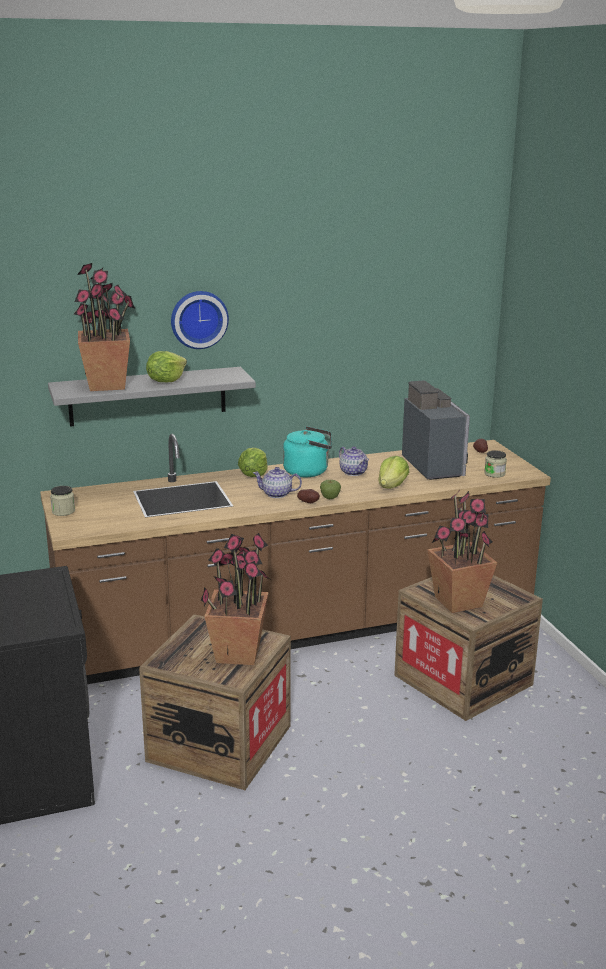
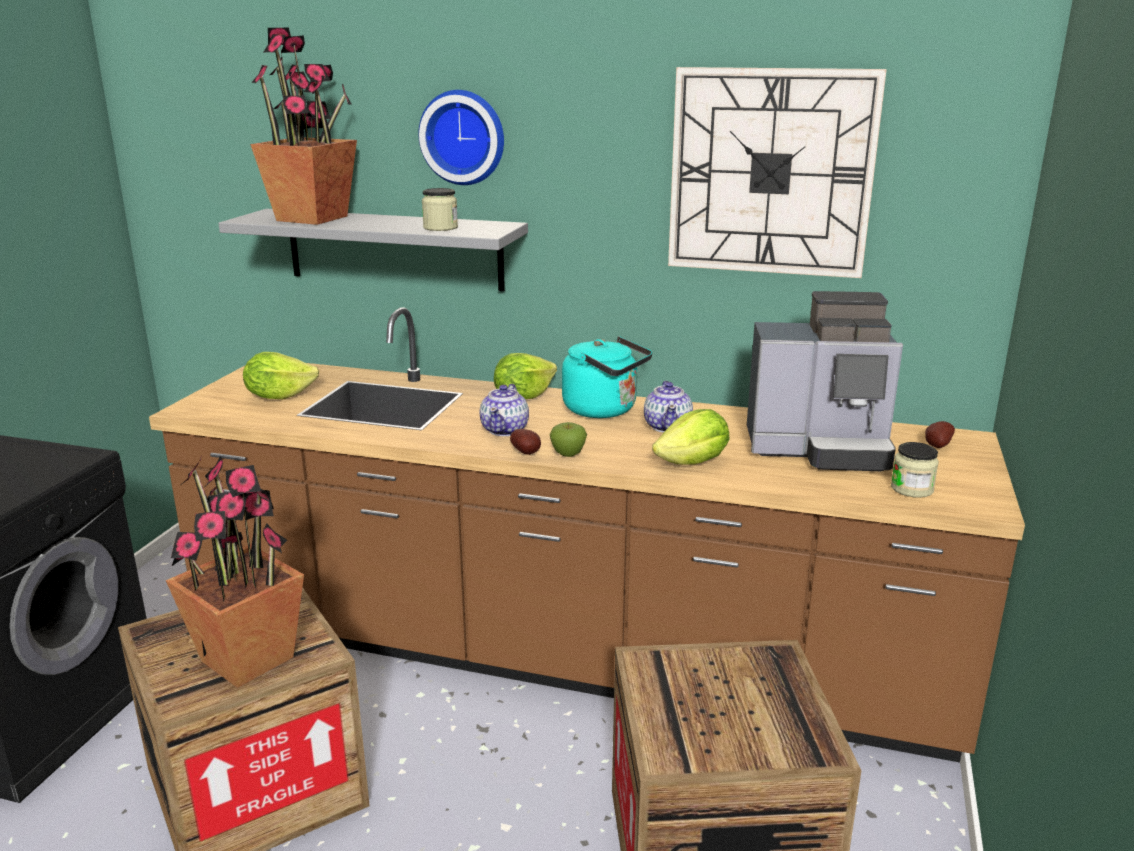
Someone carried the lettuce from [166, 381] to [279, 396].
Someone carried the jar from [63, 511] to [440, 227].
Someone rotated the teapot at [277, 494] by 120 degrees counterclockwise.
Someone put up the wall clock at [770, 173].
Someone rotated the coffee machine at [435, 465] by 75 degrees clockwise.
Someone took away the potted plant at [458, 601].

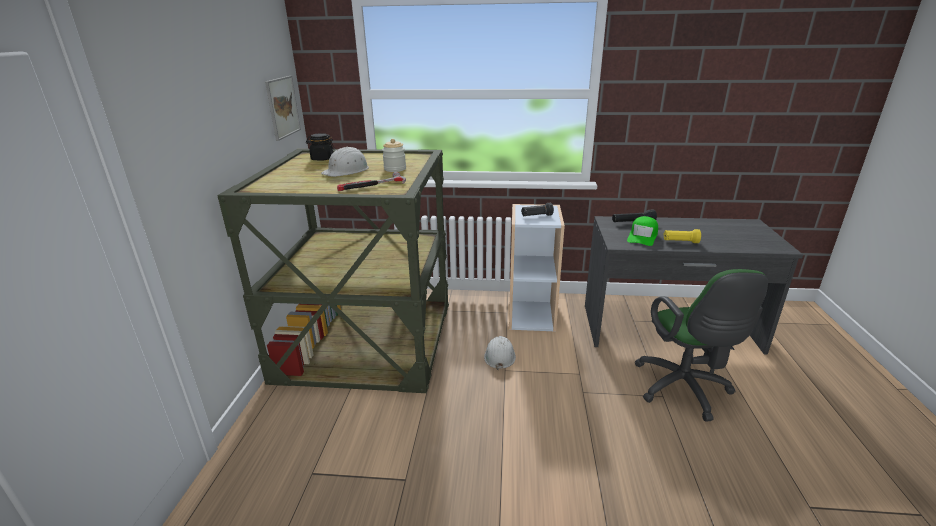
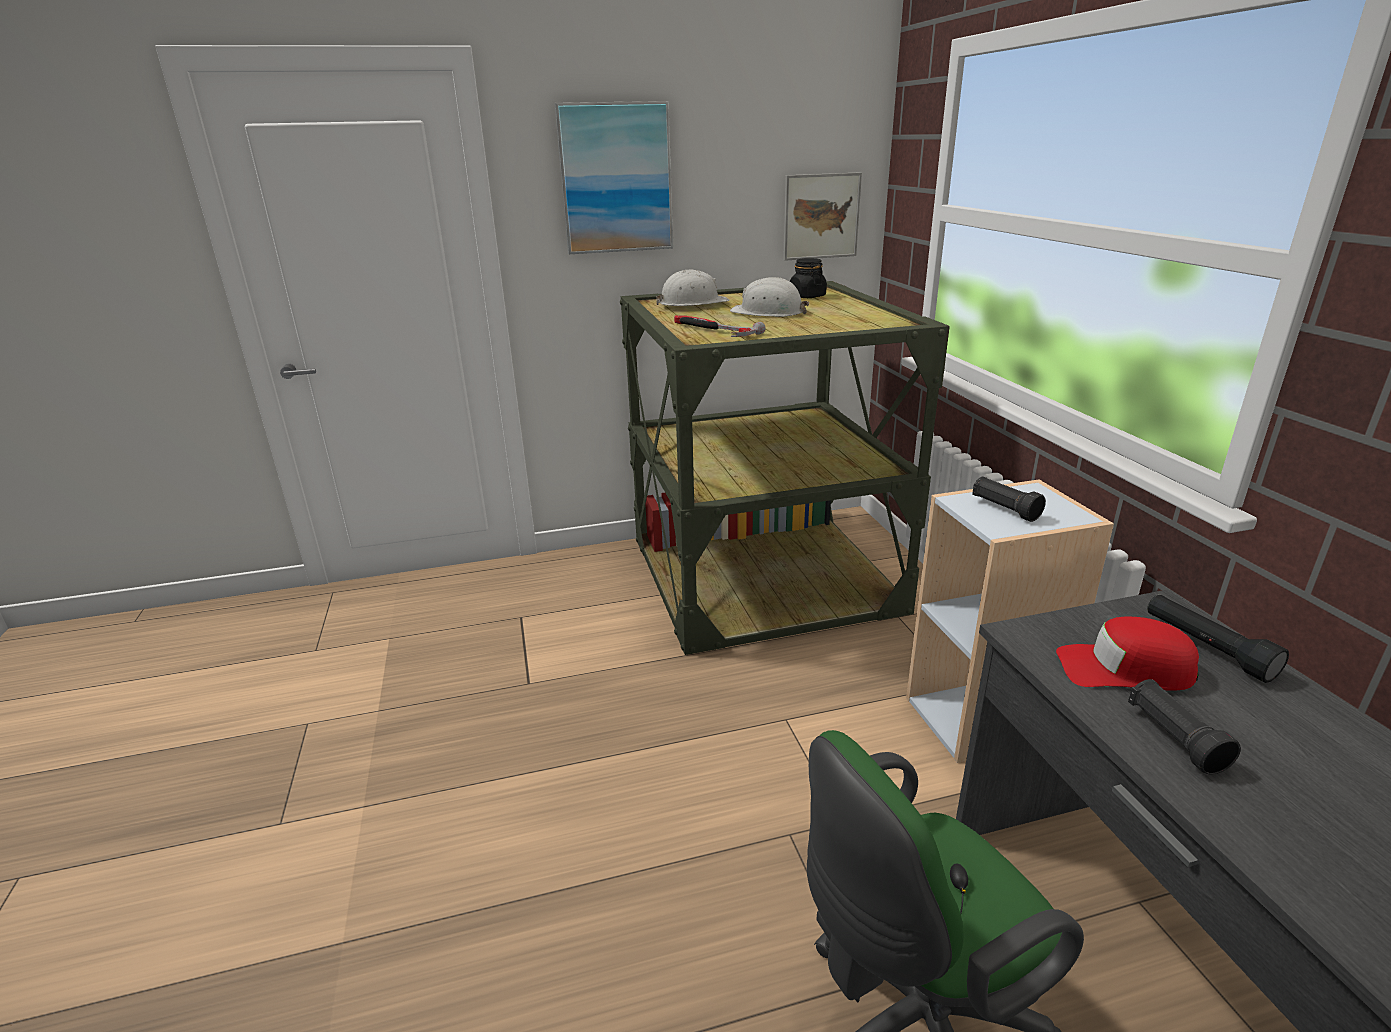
Someone put up the picture at [616, 179].
Someone carried the white hard hat from [499, 356] to [692, 303].
Someone repainted the green cap at [642, 236], which became the red cap at [1124, 669].
Someone repainted the yellow flashlight at [680, 242], which became the black flashlight at [1173, 738].
Someone took away the jar at [395, 169].

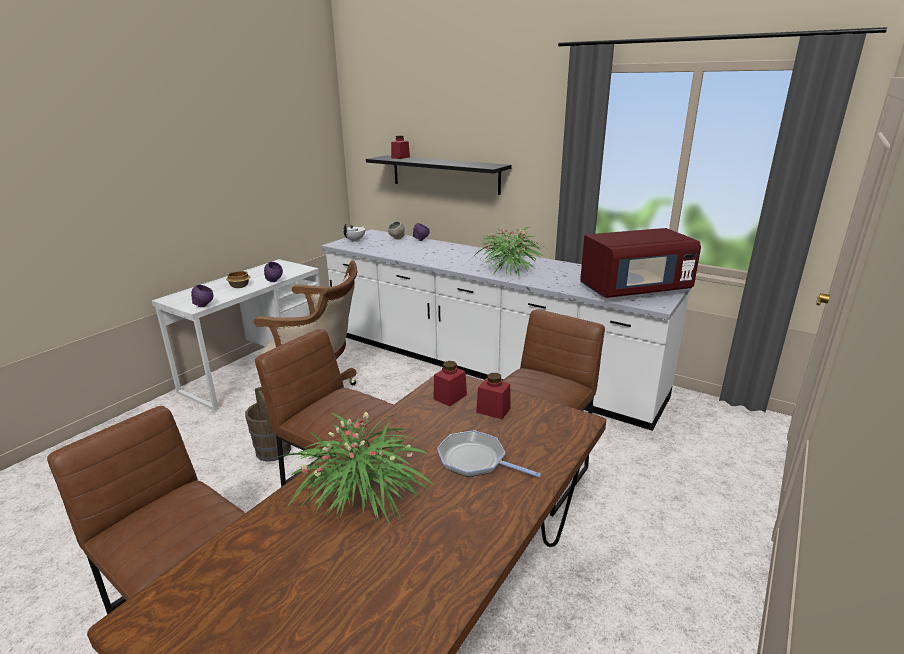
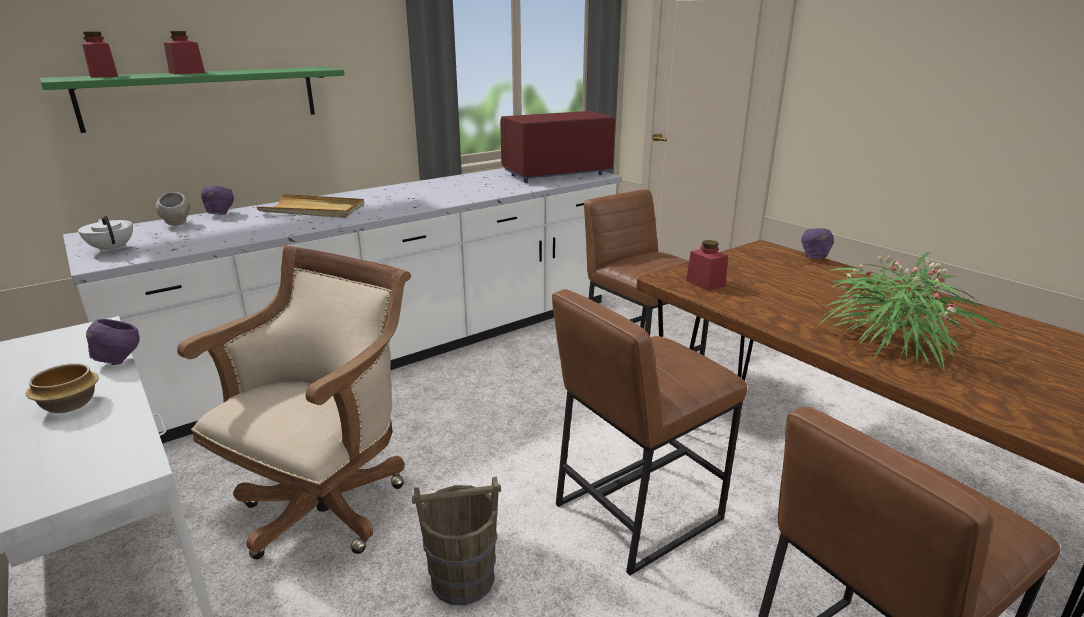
Someone repainted the black shelf at [445, 174], which became the green shelf at [203, 97].
Someone carried the red jar from [493, 410] to [187, 73].
Someone put down the beige tray at [313, 210].
Someone rotated the red microwave at [634, 290] by 120 degrees counterclockwise.
Someone carried the purple bowl from [204, 306] to [814, 258].
Someone took away the frying pan at [475, 460].
Someone took away the potted plant at [509, 269].

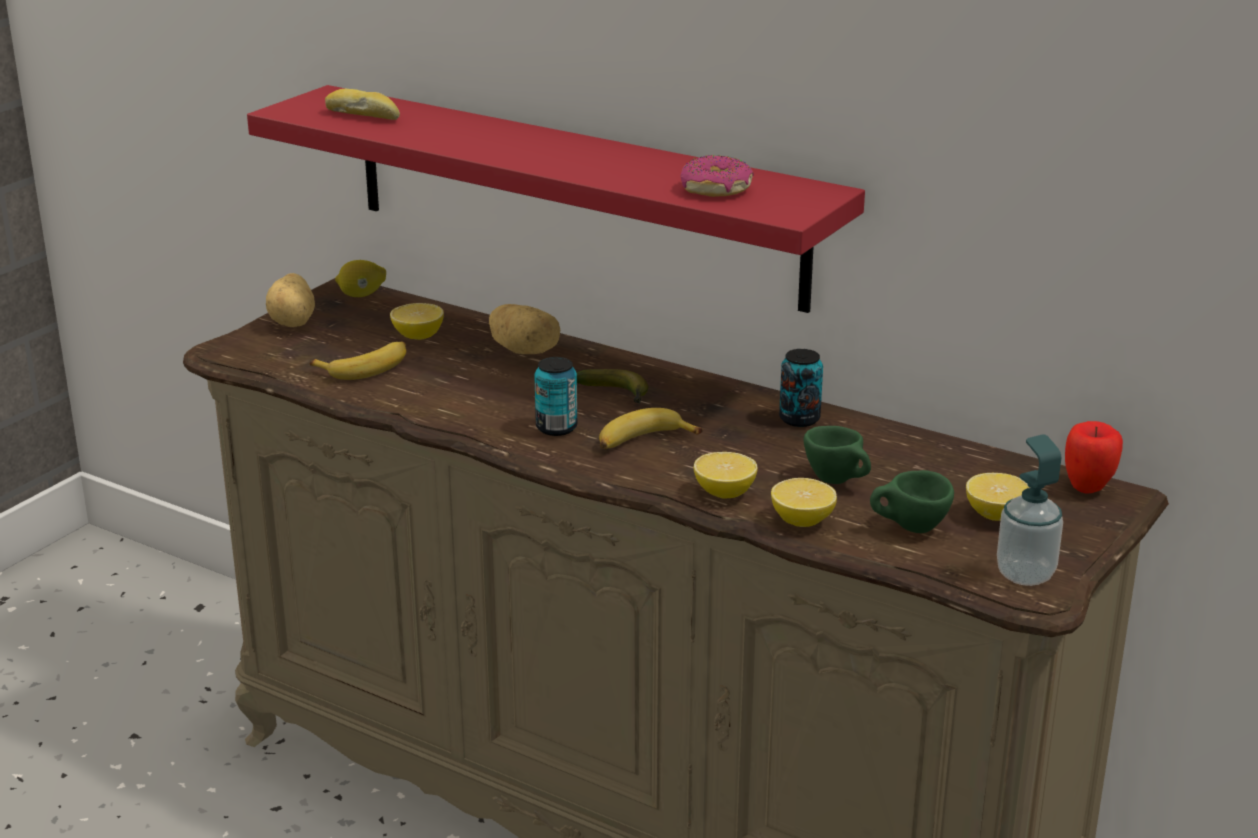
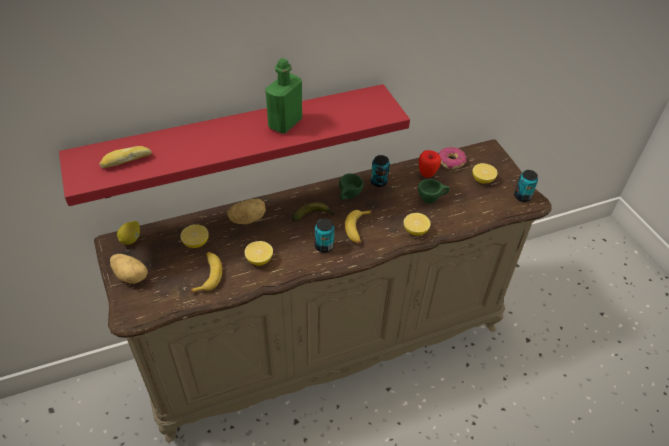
Someone carried the lemon from [802, 520] to [259, 260].
Someone put down the green bottle at [285, 123].
Someone carried the green cup from [909, 529] to [349, 197].
Someone carried the apple from [1088, 488] to [427, 174].
Someone carried the donut from [716, 189] to [451, 162].
Someone swapped the soap dispenser at [1025, 574] for the can at [522, 196].

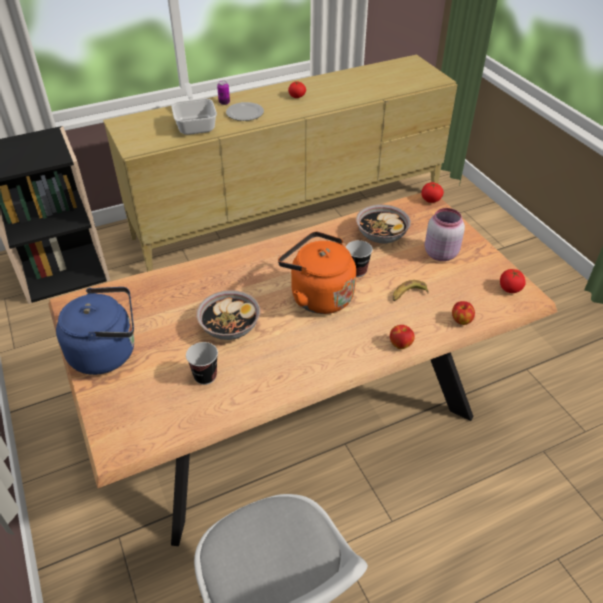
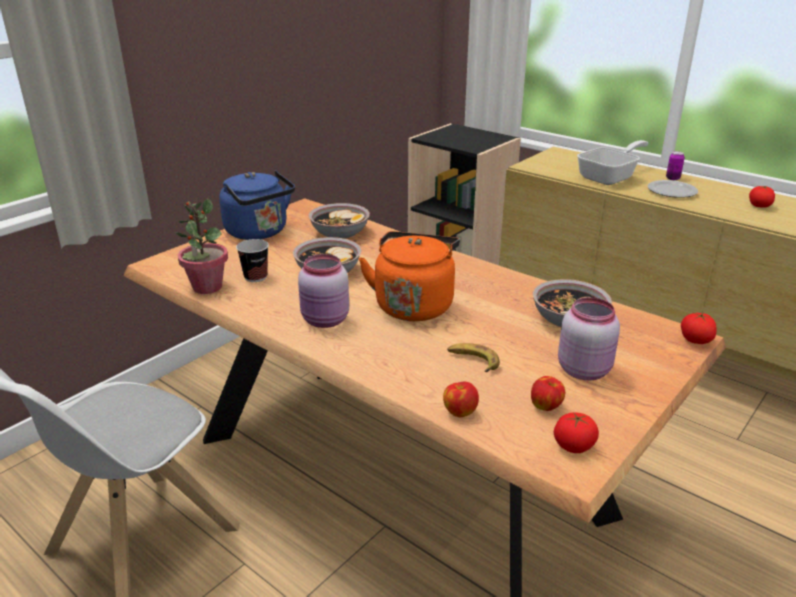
Someone put down the potted plant at [207, 287].
Someone put down the pink jar at [326, 321].
Someone put down the bowl at [339, 233].
Someone carried the apple from [400, 344] to [546, 406].
Someone took away the cup at [357, 271].

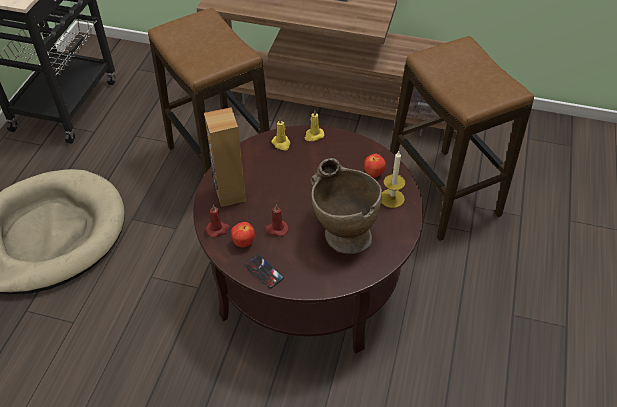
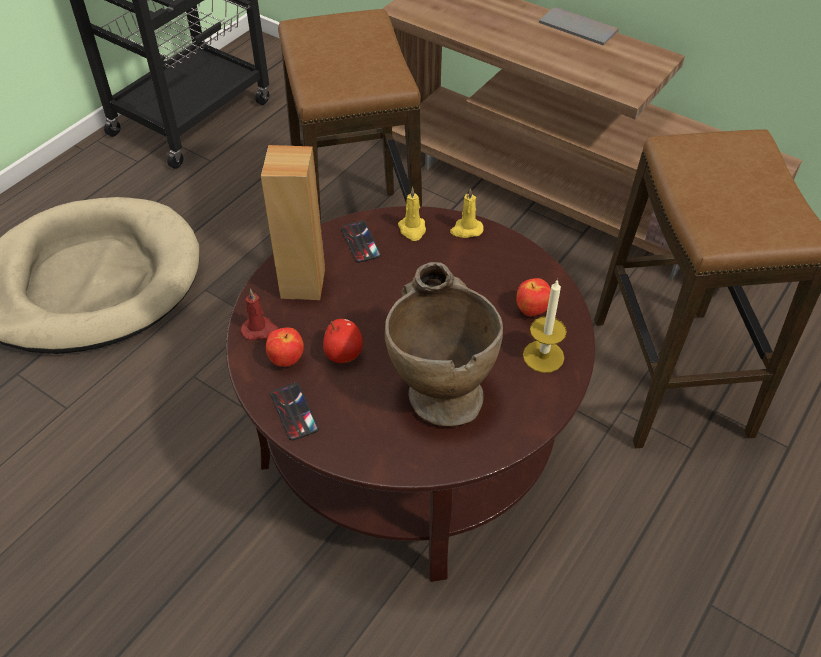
Someone swapped the red candle at [276, 229] for the apple at [343, 354].
Someone put down the phone at [360, 242].

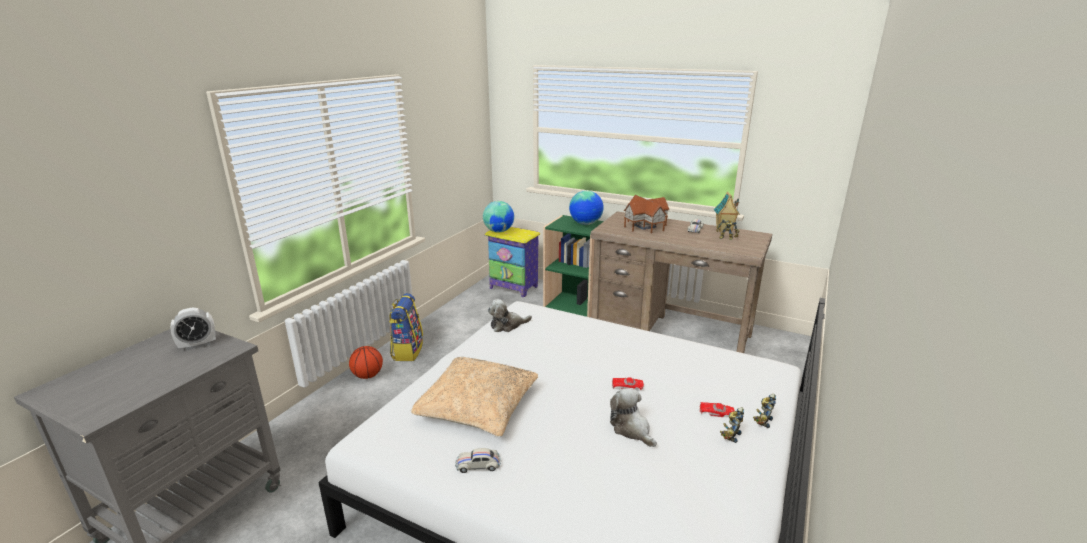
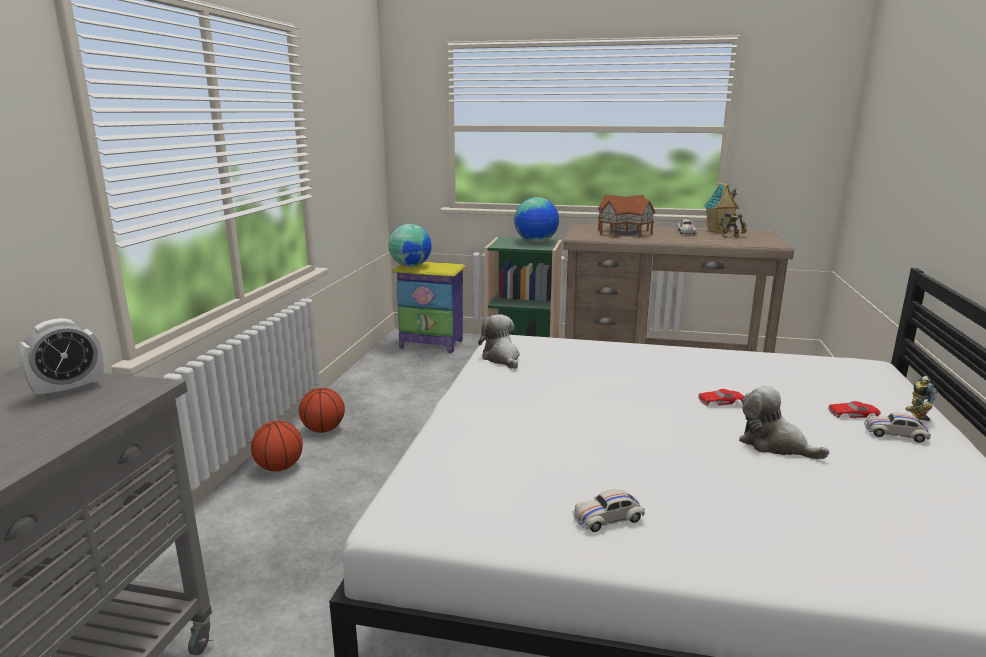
Someone swapped the backpack at [407, 351] for the basketball at [323, 430].
Someone rotated the plush toy at [507, 325] by 105 degrees clockwise.
Someone swapped the toy robot at [731, 435] for the white toy car at [895, 434].
Someone took away the beige pillow at [477, 406].

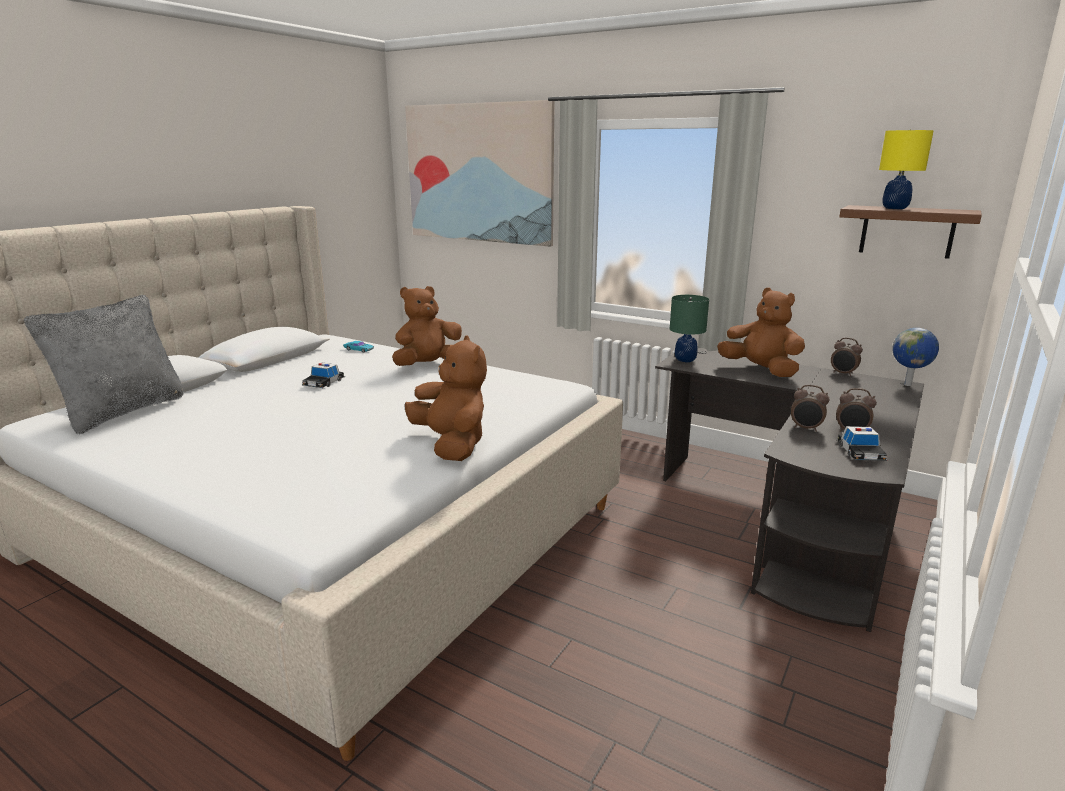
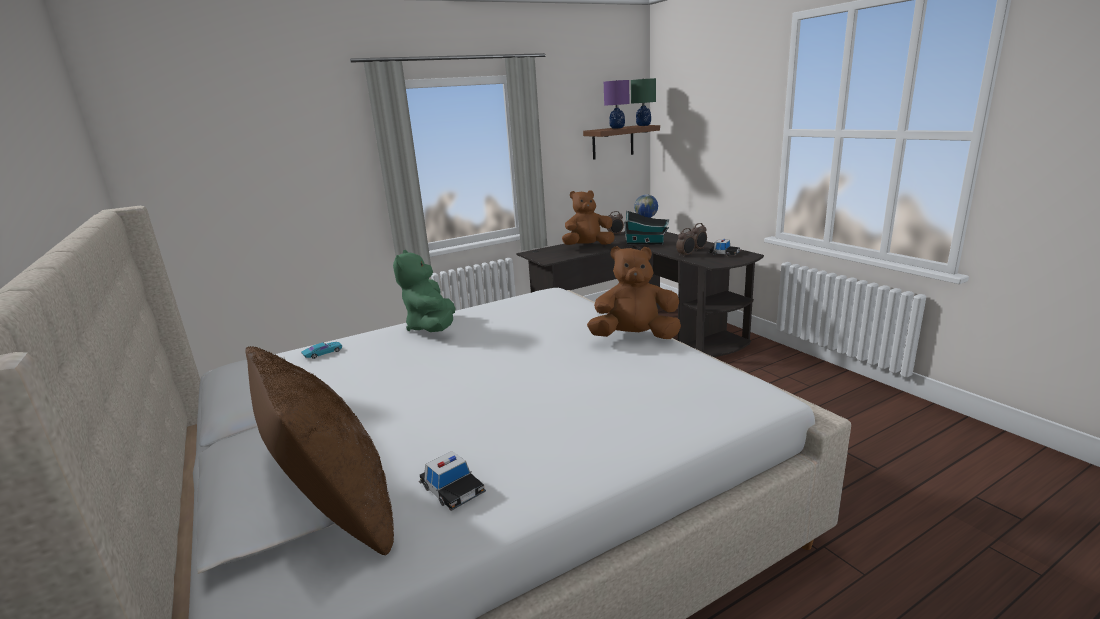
Someone repainted the grey pillow at [126, 413], which became the brown pillow at [338, 515].
Someone repainted the brown plush toy at [428, 366], which became the green plush toy at [432, 328].
Someone carried the toy car from [324, 383] to [452, 489].
Someone repainted the yellow table lamp at [896, 208], which became the purple table lamp at [618, 128].
Someone put down the toy house at [646, 243].
Someone carried the green table lamp from [684, 360] to [643, 125].
Someone took away the picture at [479, 173].

